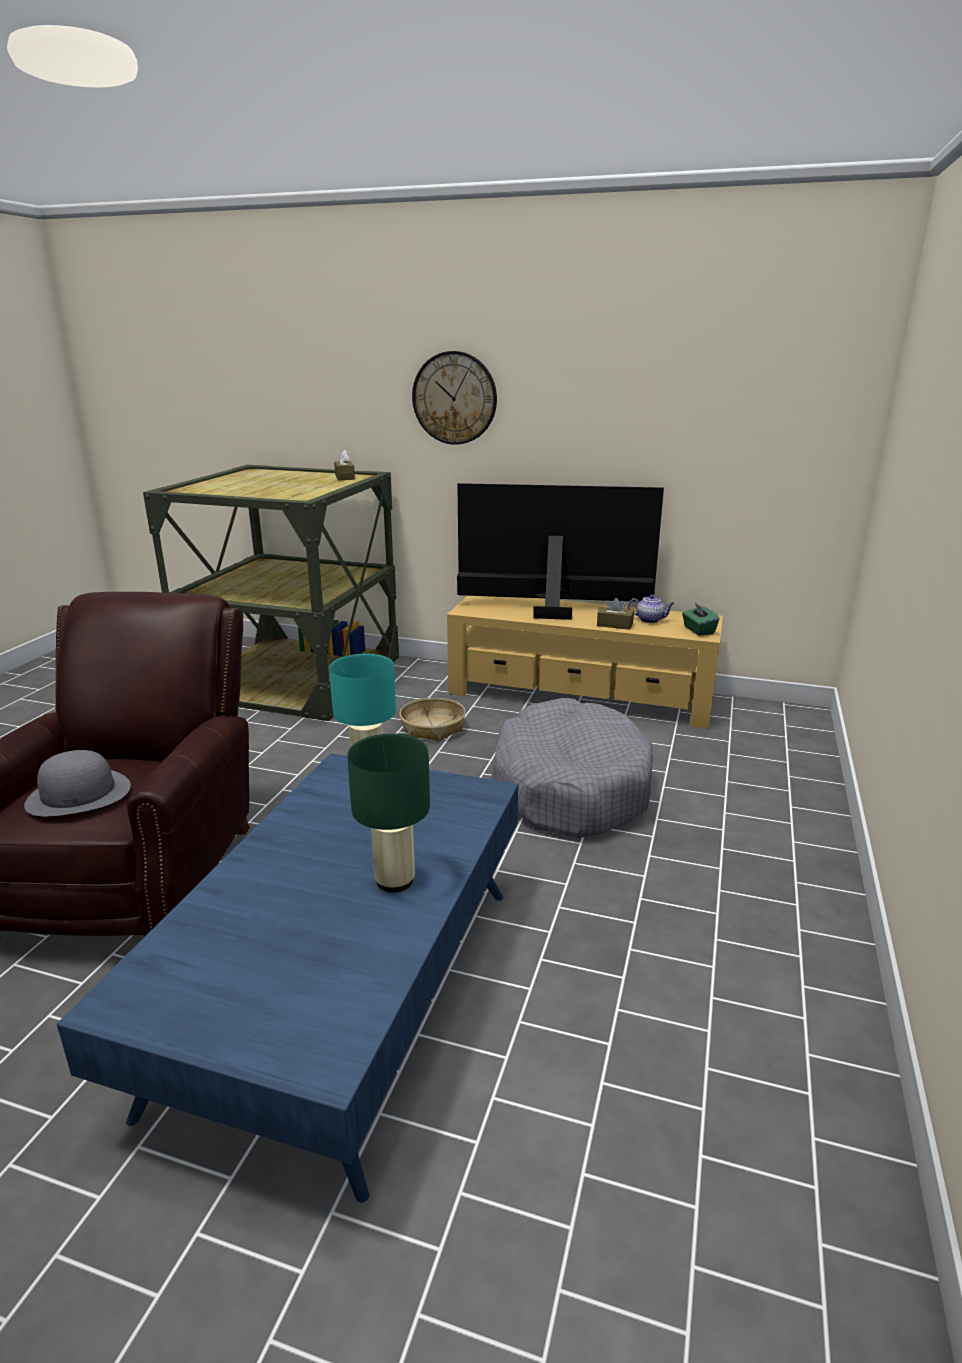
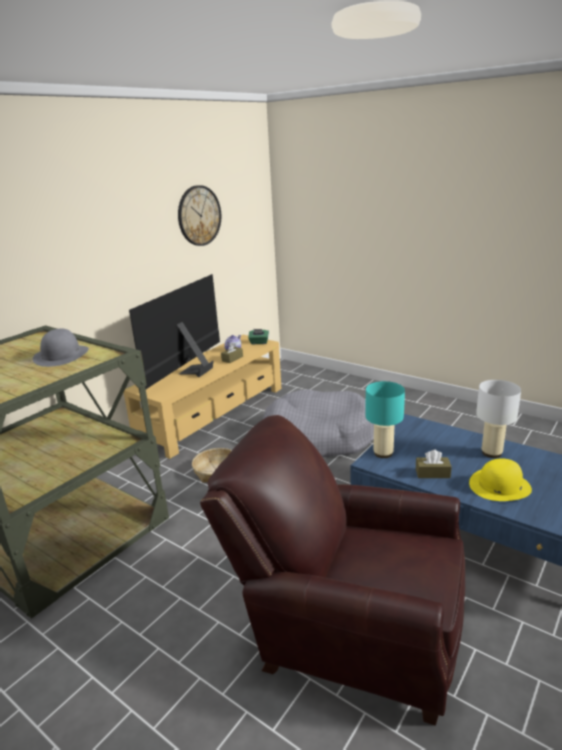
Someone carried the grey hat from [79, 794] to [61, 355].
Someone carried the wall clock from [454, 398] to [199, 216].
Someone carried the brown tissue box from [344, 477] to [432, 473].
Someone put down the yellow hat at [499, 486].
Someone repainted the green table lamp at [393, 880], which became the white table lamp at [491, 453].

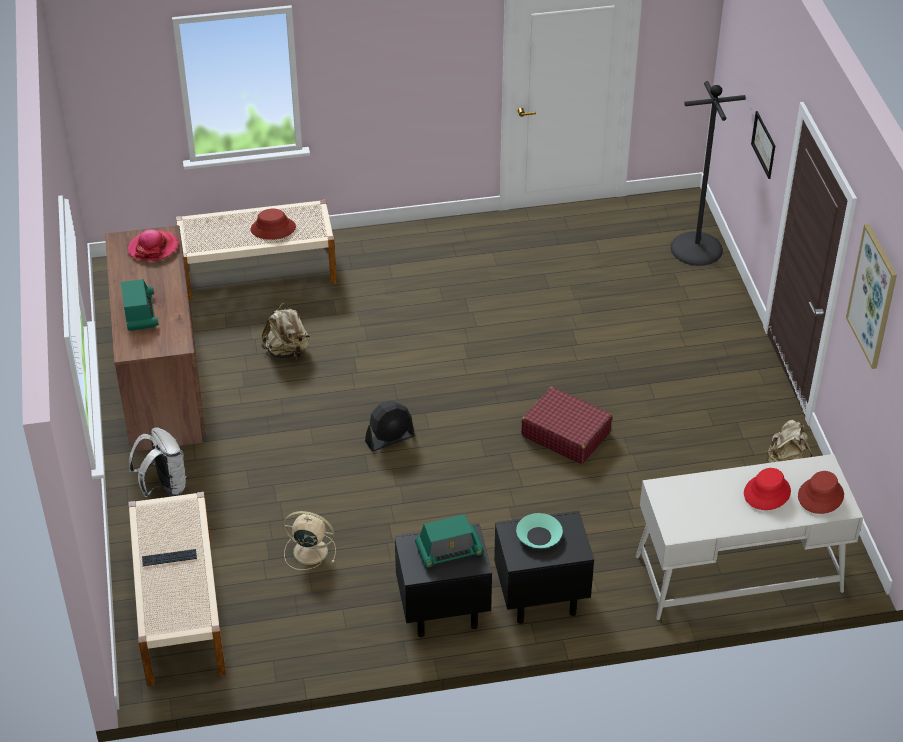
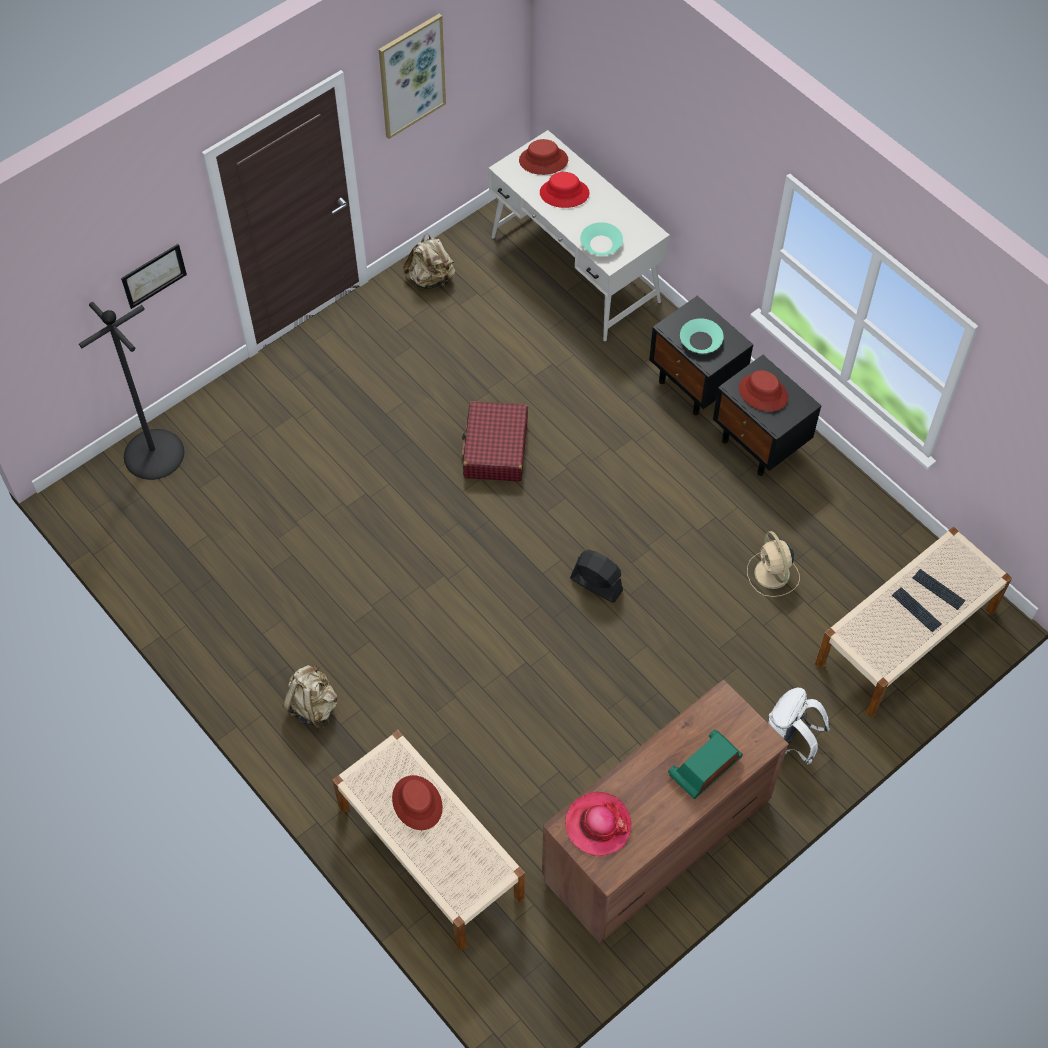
Someone carried the beige backpack from [287, 351] to [313, 706].
Someone put down the turquoise bowl at [601, 244].
Someone swapped the radio at [449, 550] for the red hat at [763, 393].
Someone put down the keyboard at [938, 590].

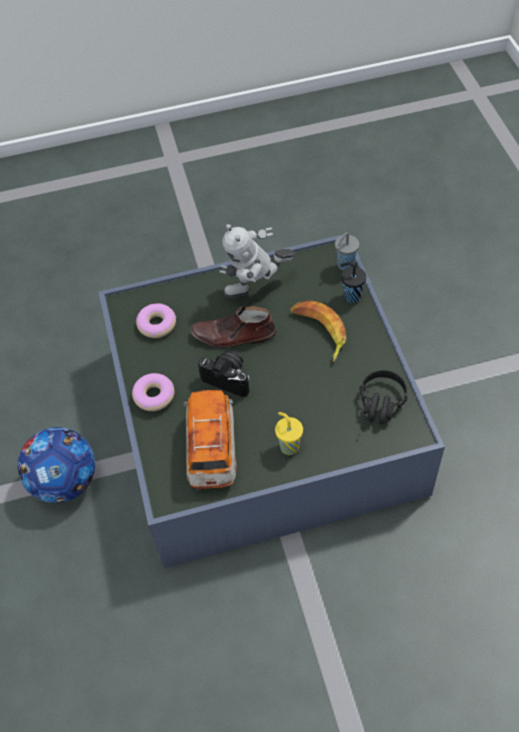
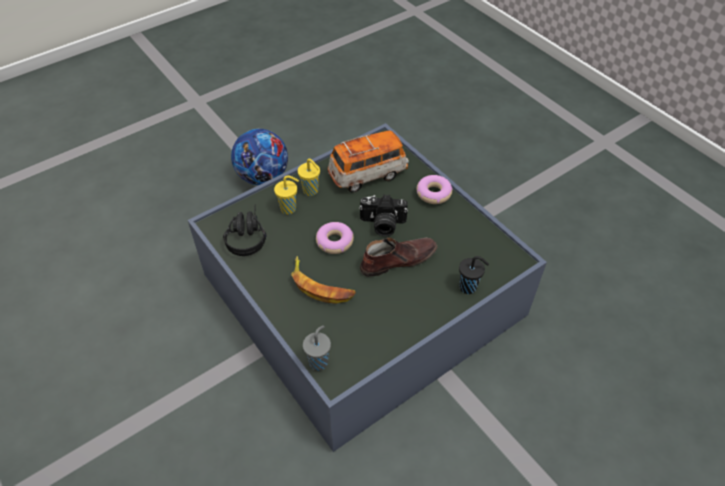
Someone carried the football from [65, 482] to [263, 177].
Someone put down the yellow cup at [289, 209].
Someone carried the donut from [157, 324] to [334, 242].
Someone rotated the toy car at [212, 449] by 90 degrees counterclockwise.
Someone carried the black cup from [351, 296] to [469, 287].
Someone took away the toy robot at [256, 291].

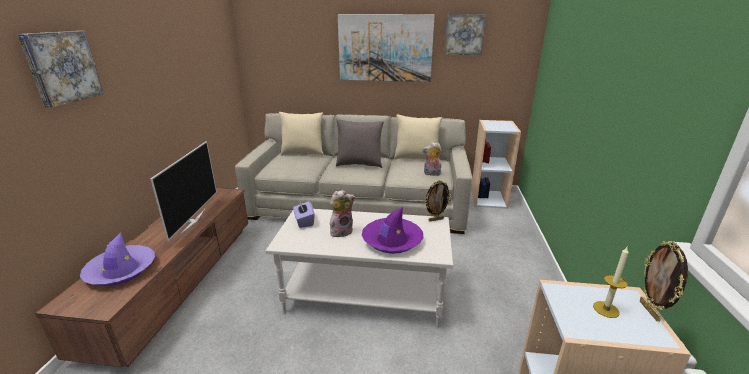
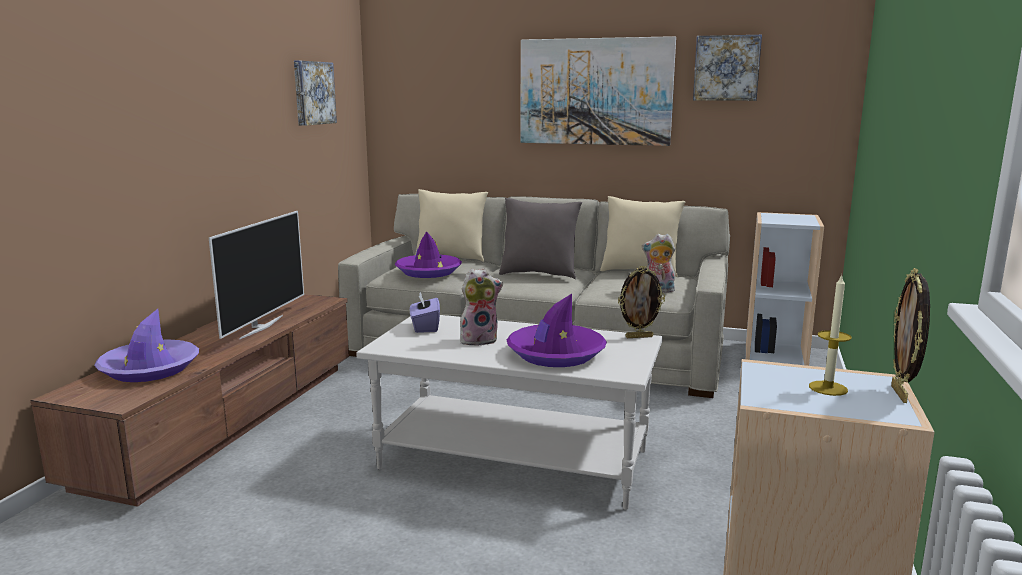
Someone carried the picture from [61, 67] to [313, 93].
Someone put down the purple hat at [428, 272].

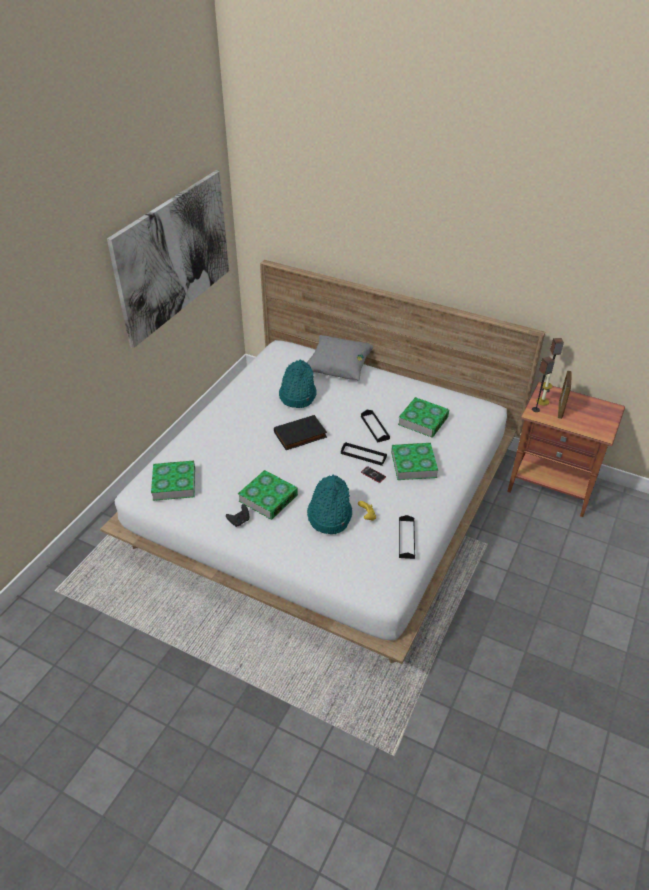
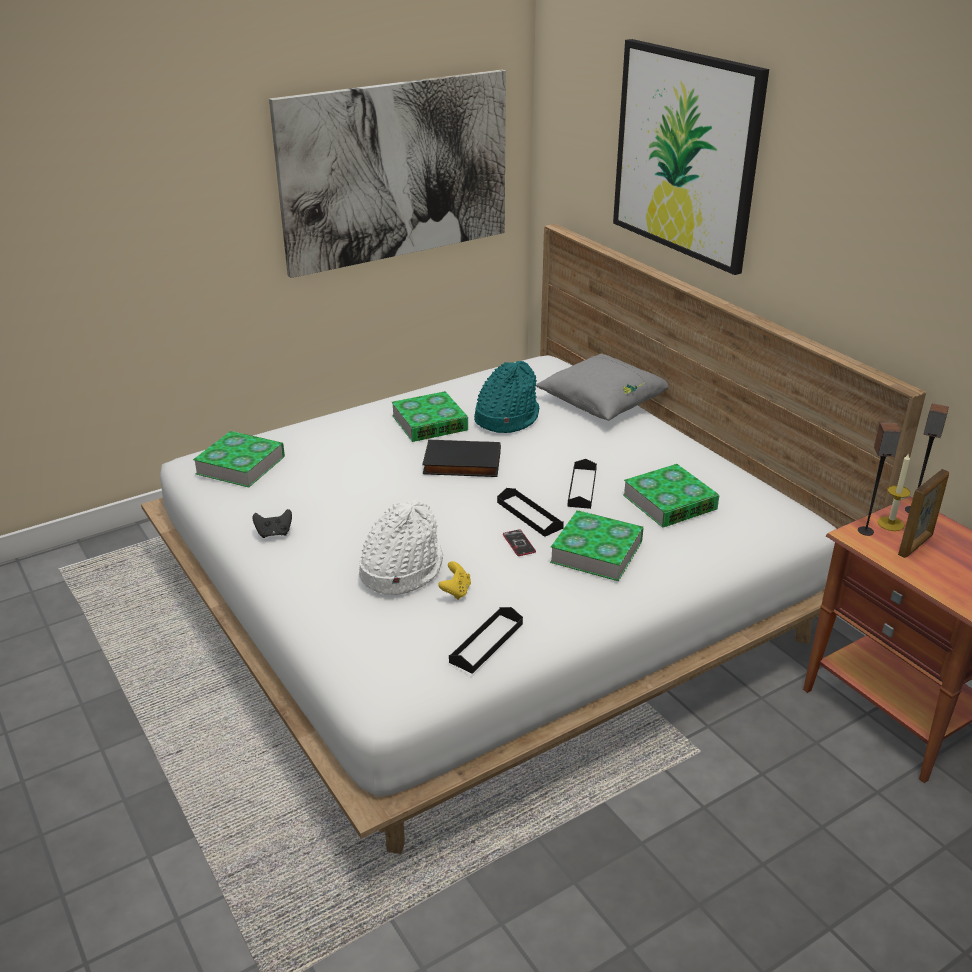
Someone repainted the turquoise hat at [329, 515], which became the white hat at [400, 570].
Someone carried the book from [268, 498] to [429, 423].
Someone put up the picture at [686, 154].

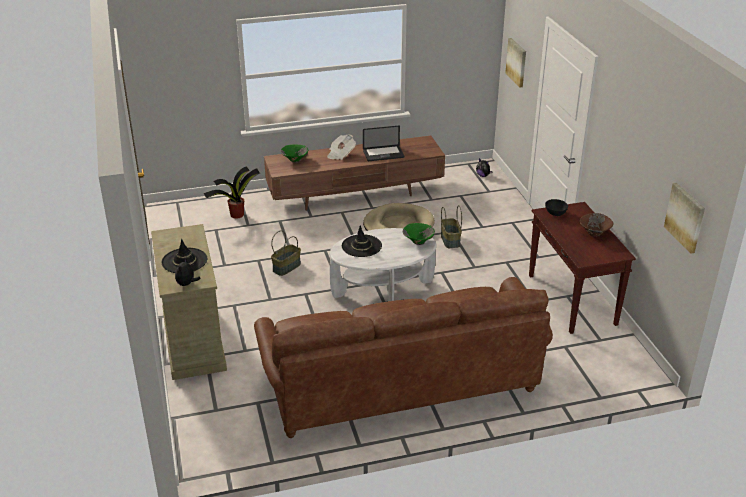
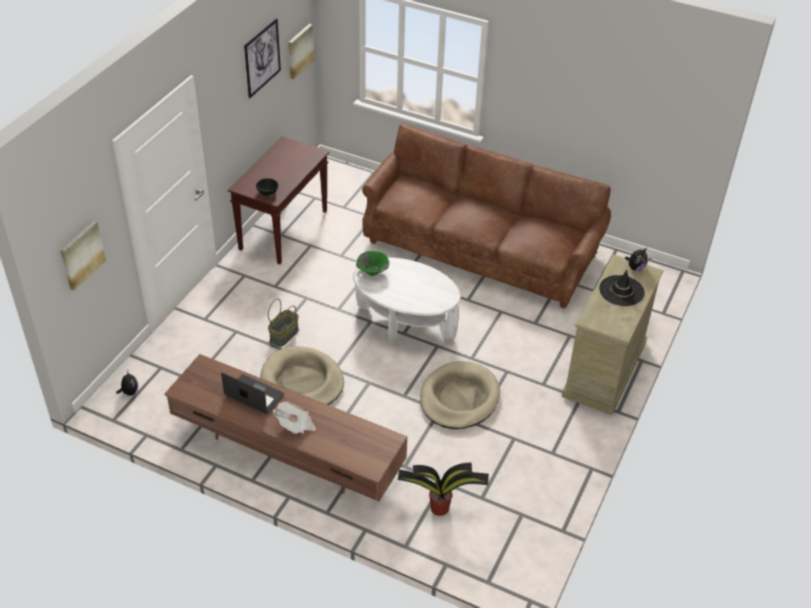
Someone put up the picture at [262, 58].
Someone swapped the basket at [286, 267] for the beige dog bed at [459, 398].
Someone took away the green bowl at [295, 160].
Someone took away the black hat at [361, 246].
Someone took away the brown bowl at [594, 233].

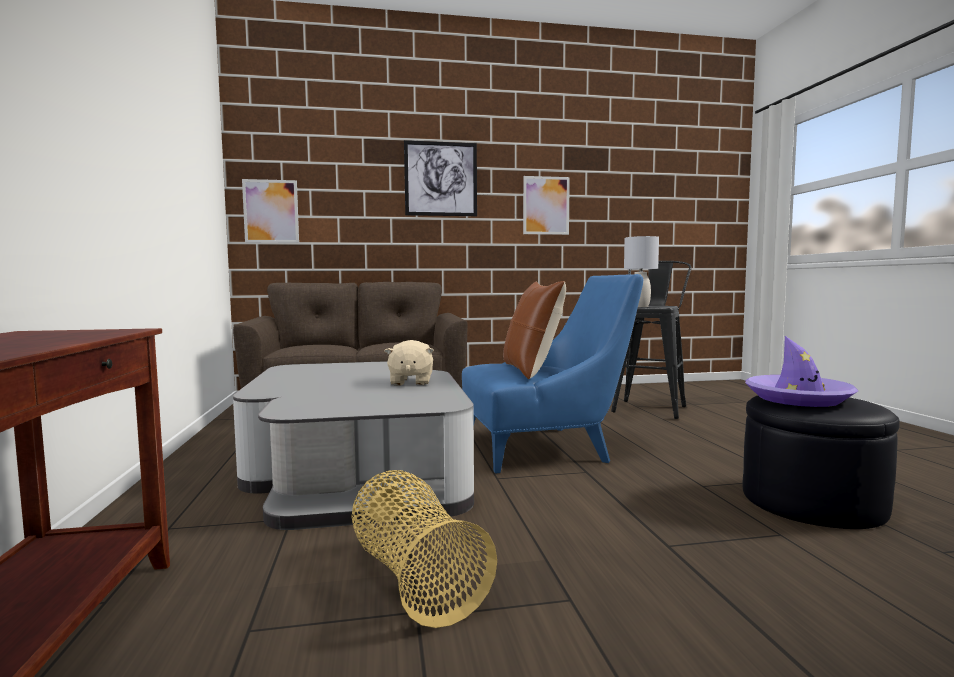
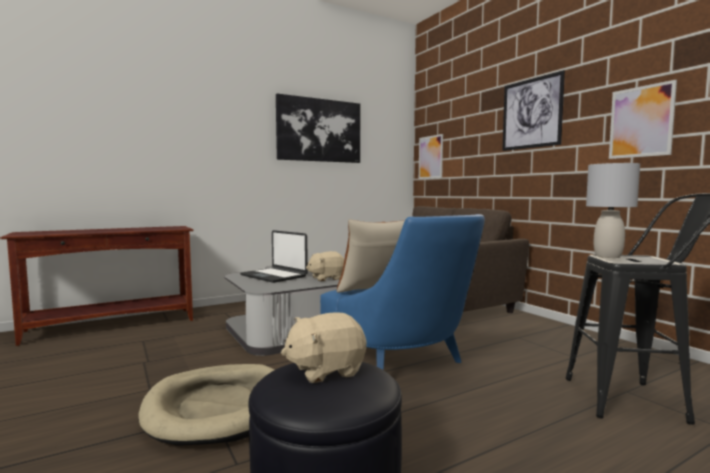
Someone put down the beige dog bed at [218, 407].
Someone put down the laptop at [274, 276].
Someone put up the picture at [319, 130].
Someone swapped the purple hat at [798, 399] for the beige plush toy at [325, 370].
Someone took away the basket at [414, 578].

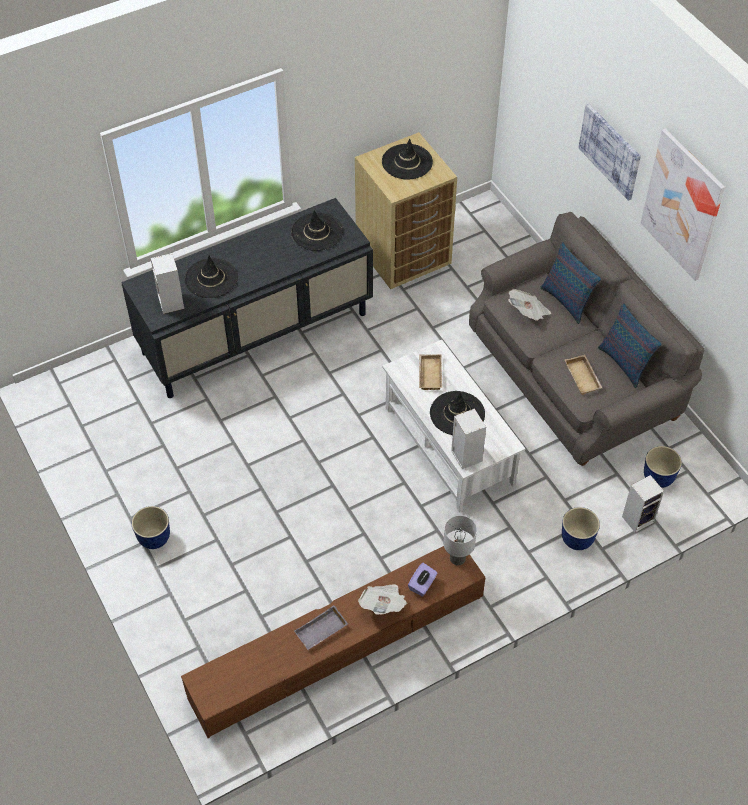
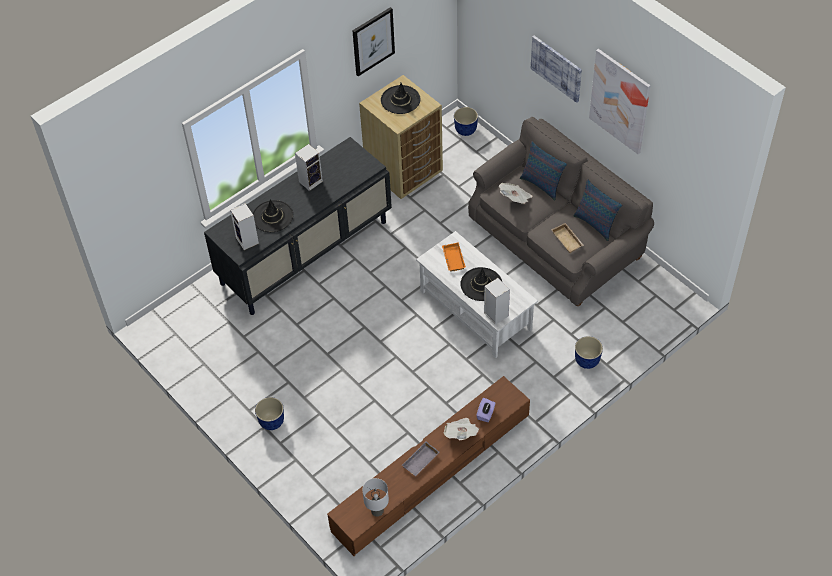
Someone carried the speaker from [638, 518] to [311, 181].
Someone put up the picture at [373, 41].
Someone carried the white table lamp from [456, 560] to [377, 512].
Someone repainted the beige tray at [428, 374], which became the orange tray at [452, 259].
Someone carried the planter from [658, 478] to [466, 130].
Someone took away the black hat at [317, 232].

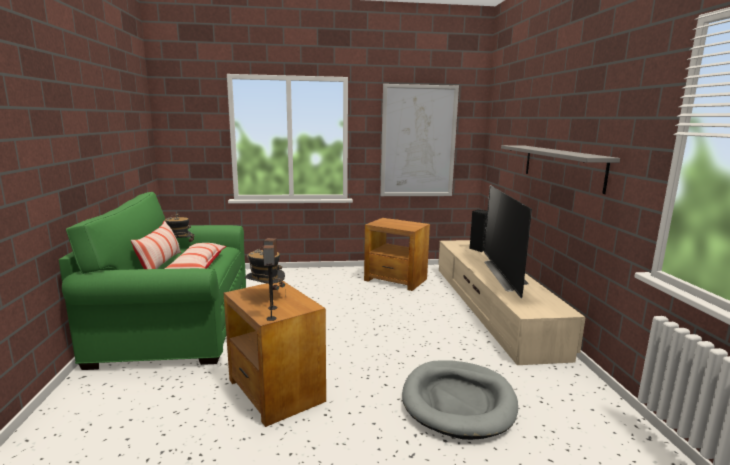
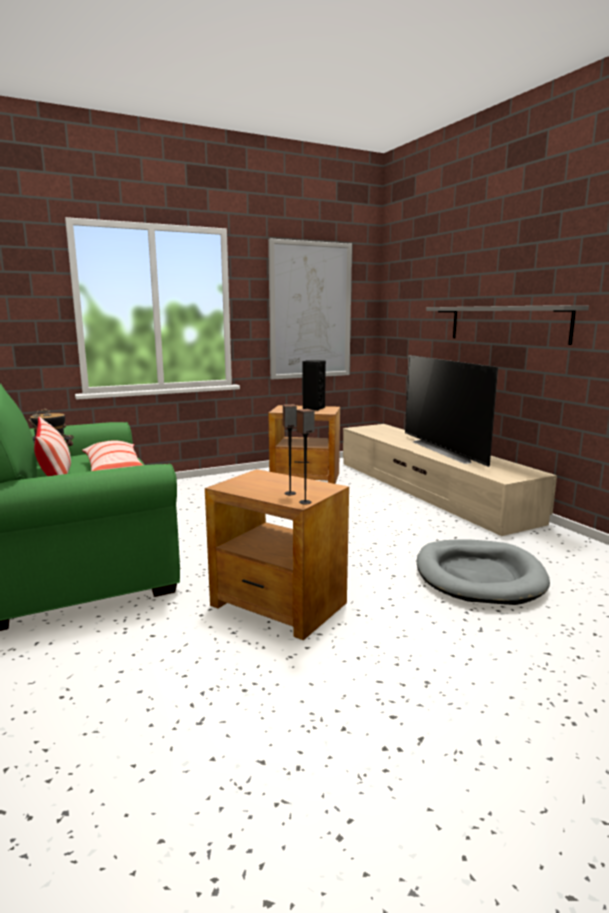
Someone carried the black speaker from [478, 249] to [313, 408].
Someone took away the hat at [265, 296].

